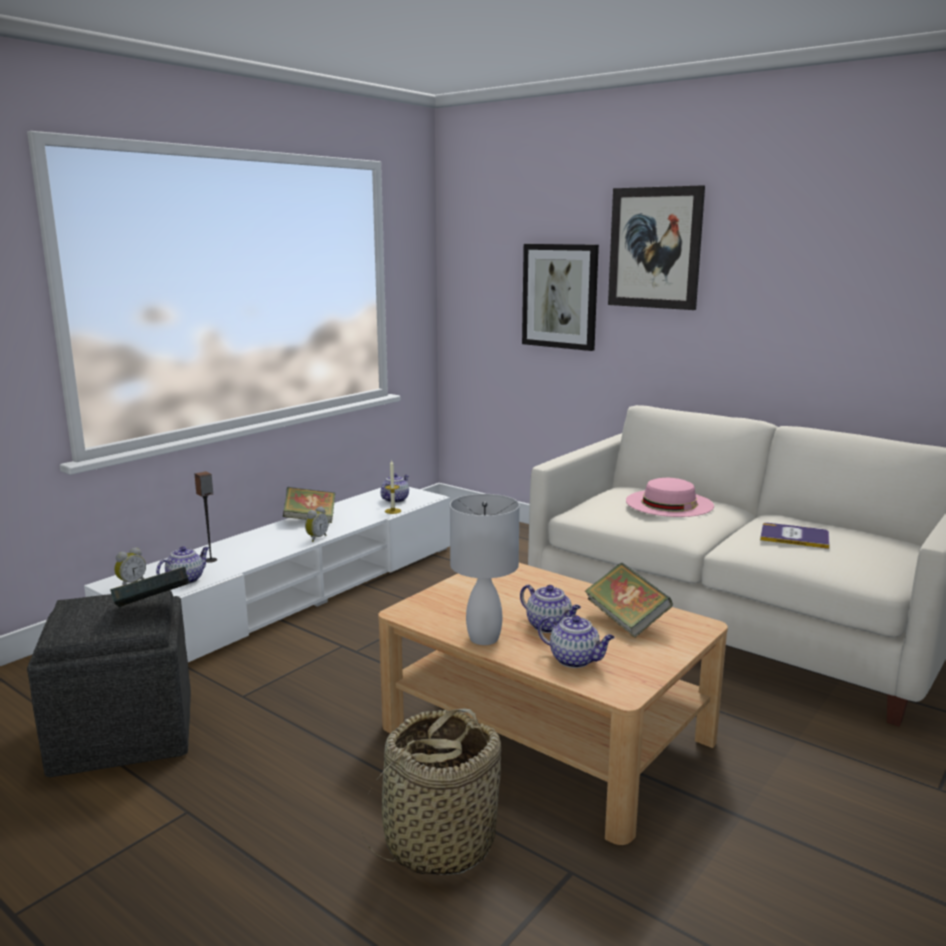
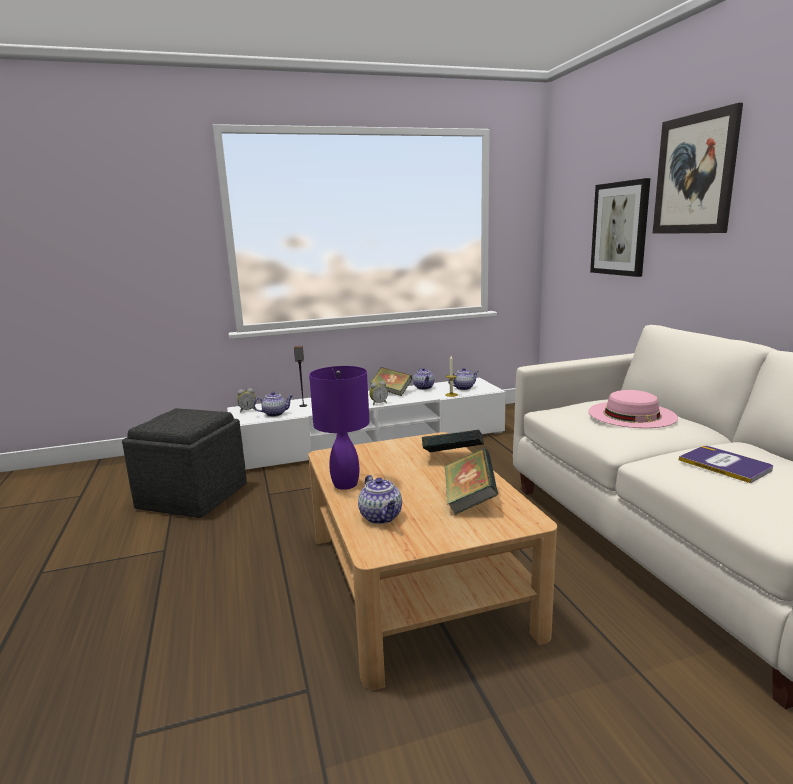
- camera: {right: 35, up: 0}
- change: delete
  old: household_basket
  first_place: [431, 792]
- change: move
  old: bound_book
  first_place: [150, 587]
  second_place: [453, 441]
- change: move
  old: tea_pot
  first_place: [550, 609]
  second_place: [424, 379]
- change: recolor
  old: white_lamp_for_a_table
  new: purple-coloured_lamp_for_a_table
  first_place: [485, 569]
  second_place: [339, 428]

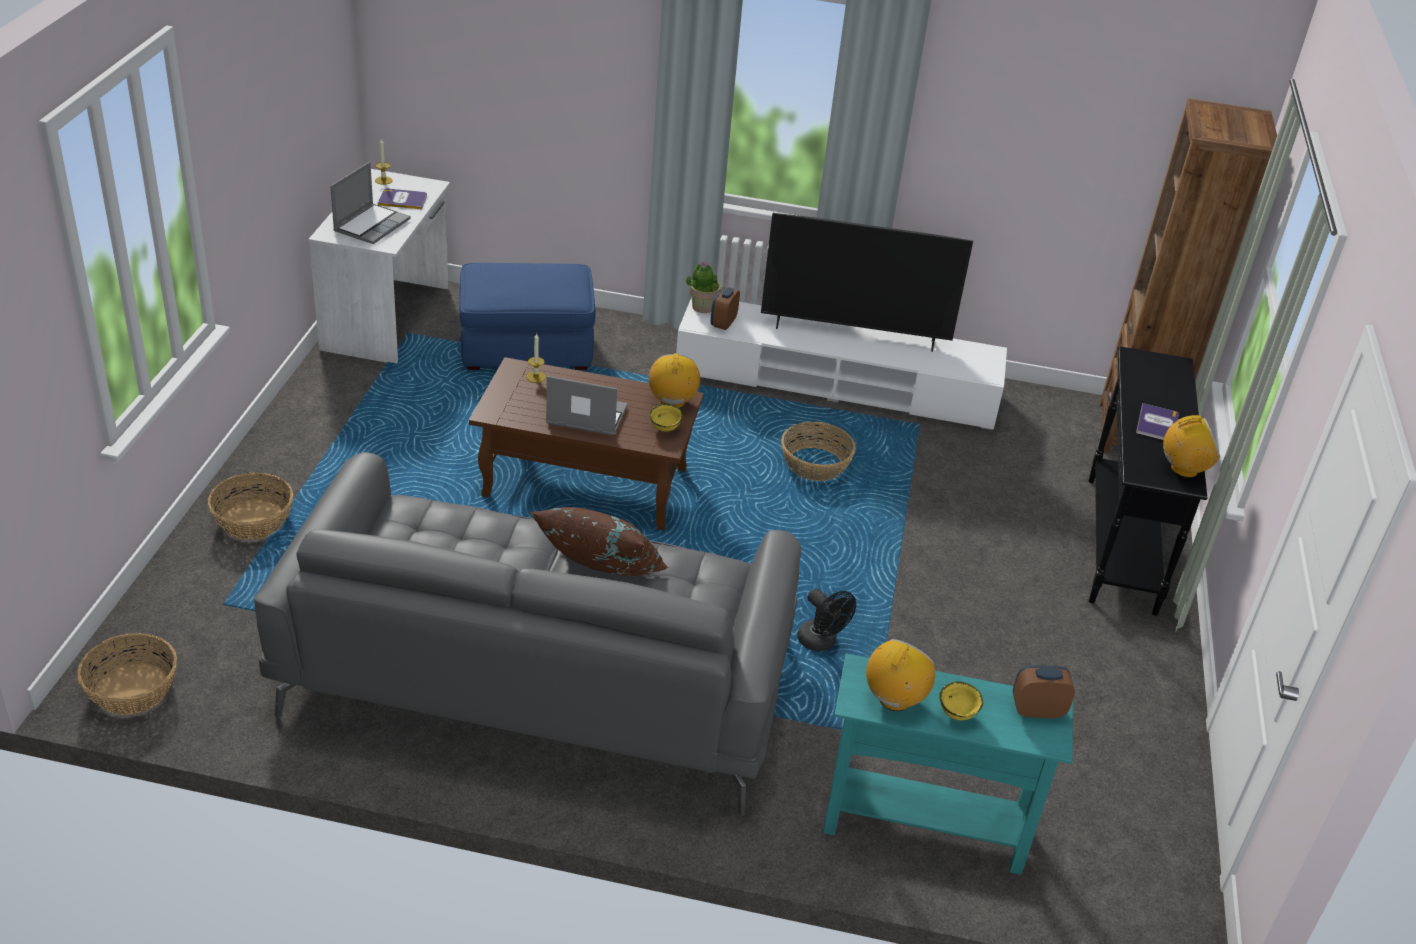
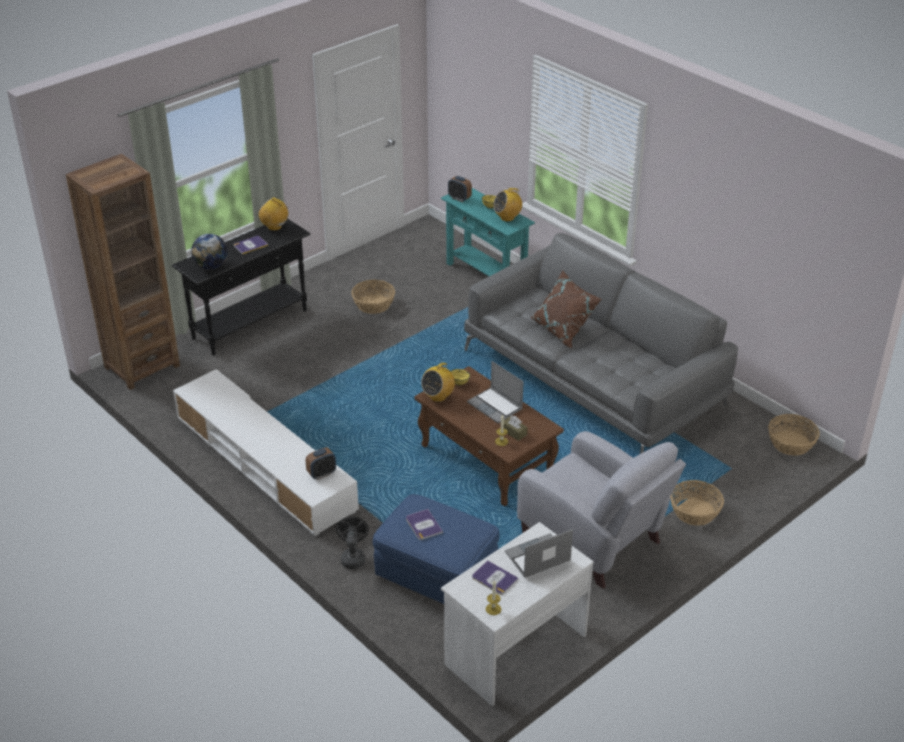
- camera: {right: -140, up: 0}
- change: delete
  old: potted_plant
  first_place: [703, 287]
- change: delete
  old: television
  first_place: [867, 282]
- change: insert
  new: globe
  second_place: [209, 251]
- change: insert
  new: bound_book
  second_place: [424, 524]
- change: insert
  new: brown-coloured_tissue_box
  second_place: [515, 428]
- change: insert
  new: gray_lounge_chair
  second_place: [601, 510]
- change: move
  old: household_basket
  first_place: [818, 451]
  second_place: [373, 297]
- change: move
  old: black_cooling_fan
  first_place: [826, 619]
  second_place: [352, 542]

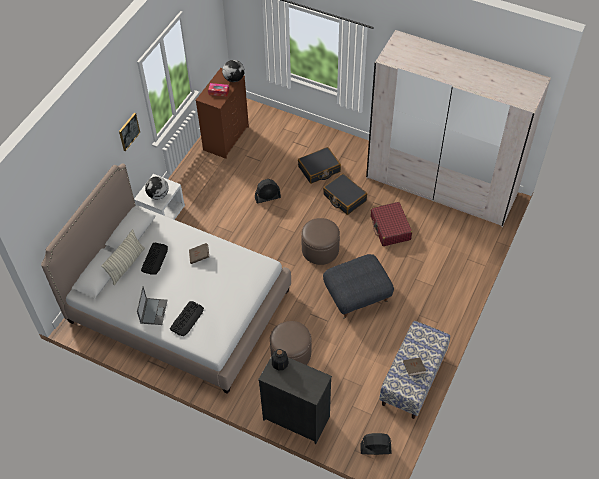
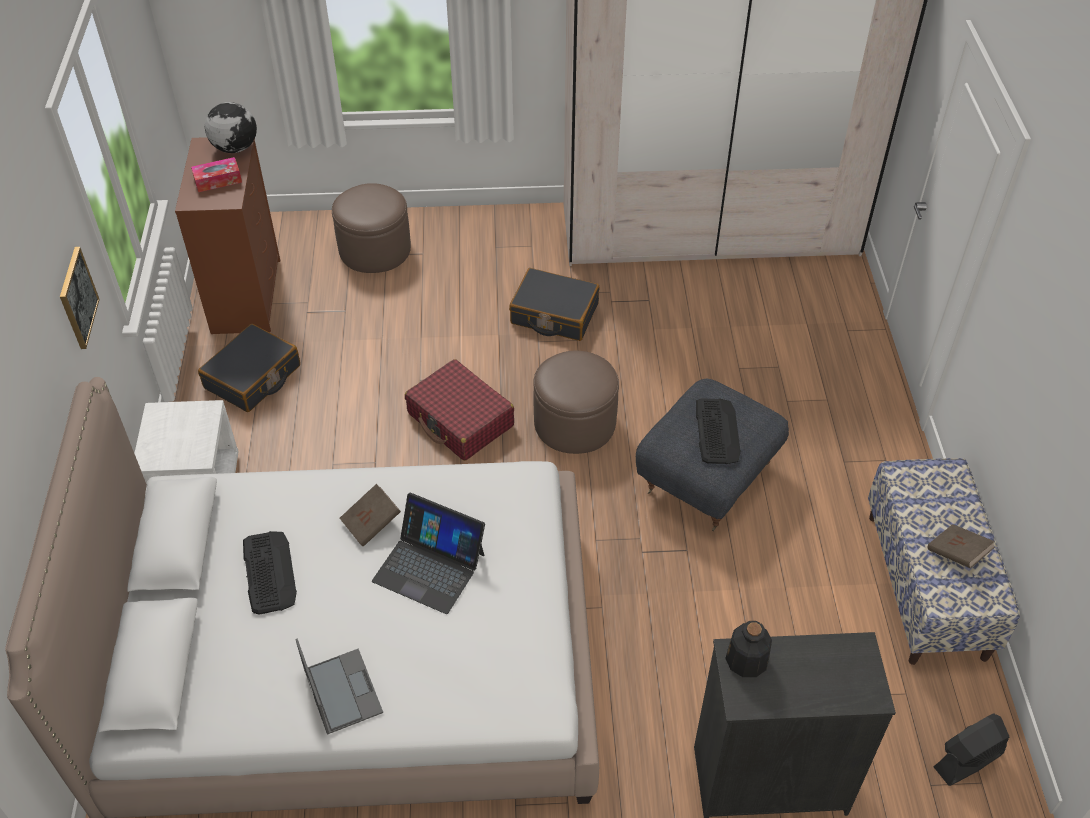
- camera: {right: -30, up: -5}
- change: delete
  old: pillow
  first_place: [123, 257]
- change: delete
  old: globe
  first_place: [157, 188]
- change: delete
  old: black_cooling_fan
  first_place: [268, 191]
- change: insert
  new: laptop
  second_place: [428, 553]
- change: move
  old: PC_keyboard
  first_place: [187, 318]
  second_place: [718, 431]
- change: move
  old: brown-coloured_footrest
  first_place: [291, 343]
  second_place: [371, 228]
- change: move
  old: black_suitcase
  first_place: [319, 165]
  second_place: [249, 368]
- change: move
  old: red-coloured_suitcase
  first_place: [391, 224]
  second_place: [459, 410]

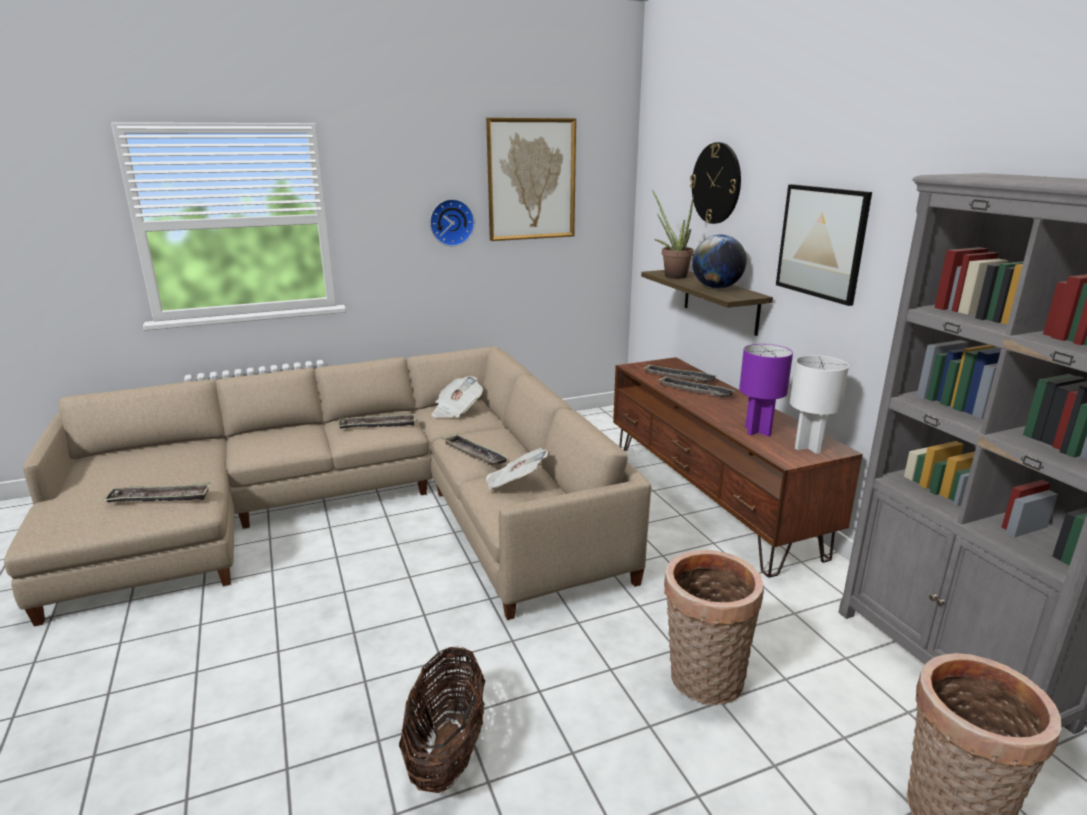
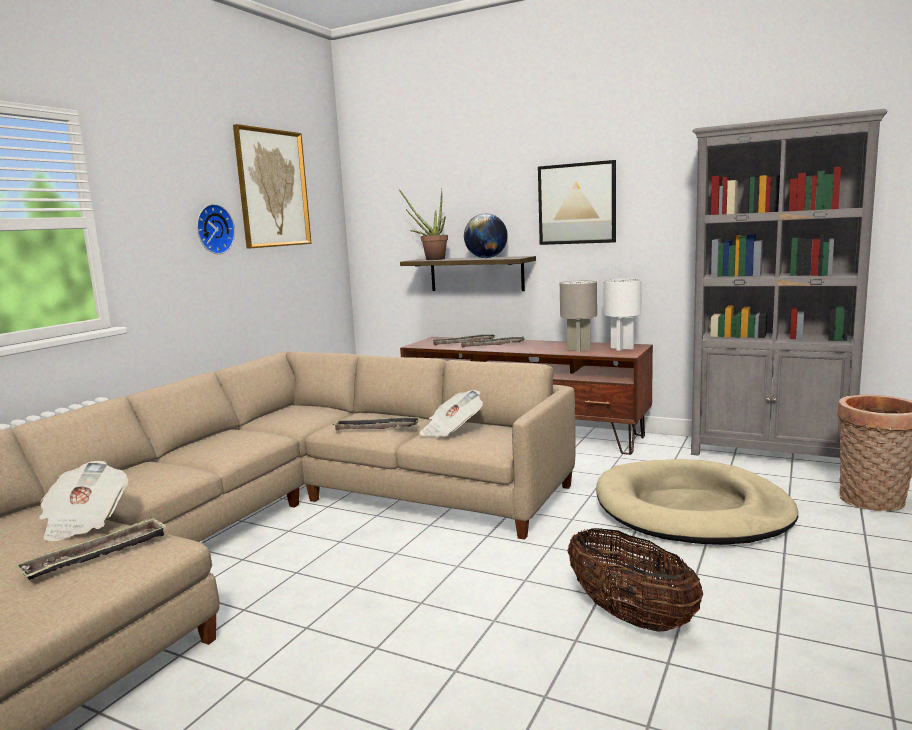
- camera: {right: -40, up: -10}
- change: delete
  old: carrying_tray
  first_place: [377, 421]
- change: delete
  old: wall_clock
  first_place: [715, 183]
- change: move
  old: newspaper
  first_place: [457, 397]
  second_place: [83, 501]
- change: replace
  old: household_basket
  new: sand-coloured_pet_bed
  first_place: [714, 627]
  second_place: [697, 502]
- change: recolor
  old: purple-coloured_lamp_for_a_table
  new: gray_lamp_for_a_table
  first_place: [766, 390]
  second_place: [578, 316]

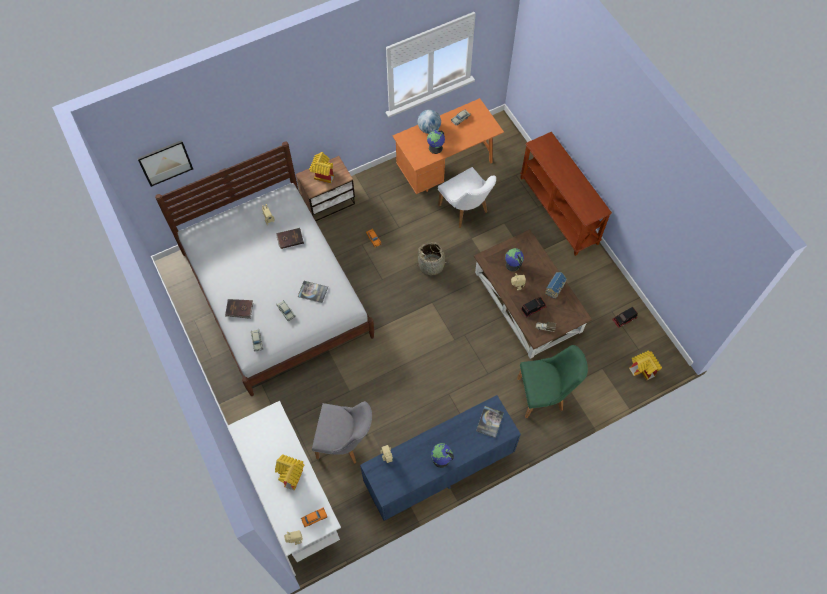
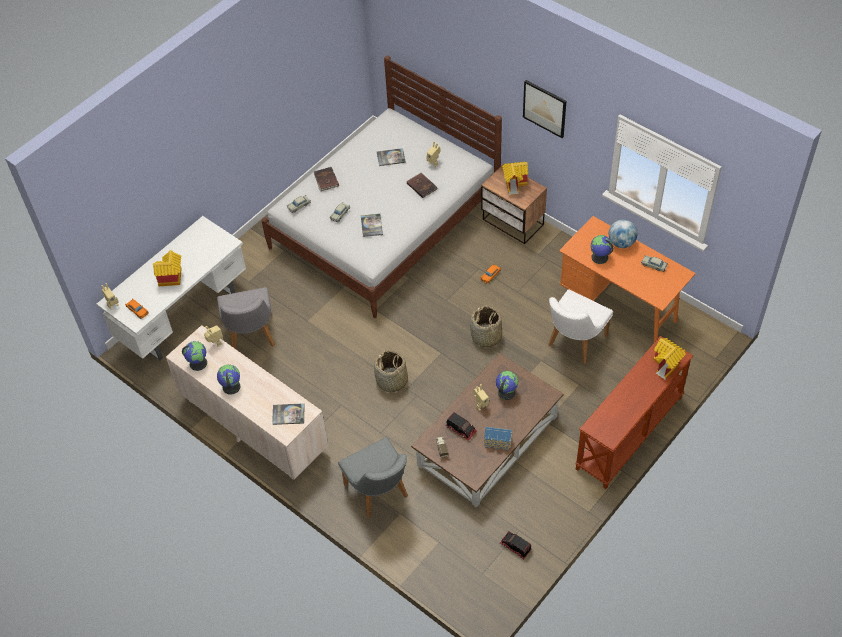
- camera: {right: 70, up: -10}
- change: insert
  new: globe
  second_place: [194, 356]
- change: insert
  new: household_basket
  second_place: [391, 371]
- change: insert
  new: bound_book
  second_place: [391, 157]
- change: move
  old: wall_picture
  first_place: [165, 163]
  second_place: [544, 109]
- change: move
  old: miniature_house
  first_place: [645, 365]
  second_place: [669, 359]
- change: recolor
  old: blue-coloured_dresser
  new: sand-coloured_dresser
  first_place: [440, 458]
  second_place: [247, 402]
- change: recolor
  old: greenish_chair
  new: gray_chair
  first_place: [552, 381]
  second_place: [373, 477]

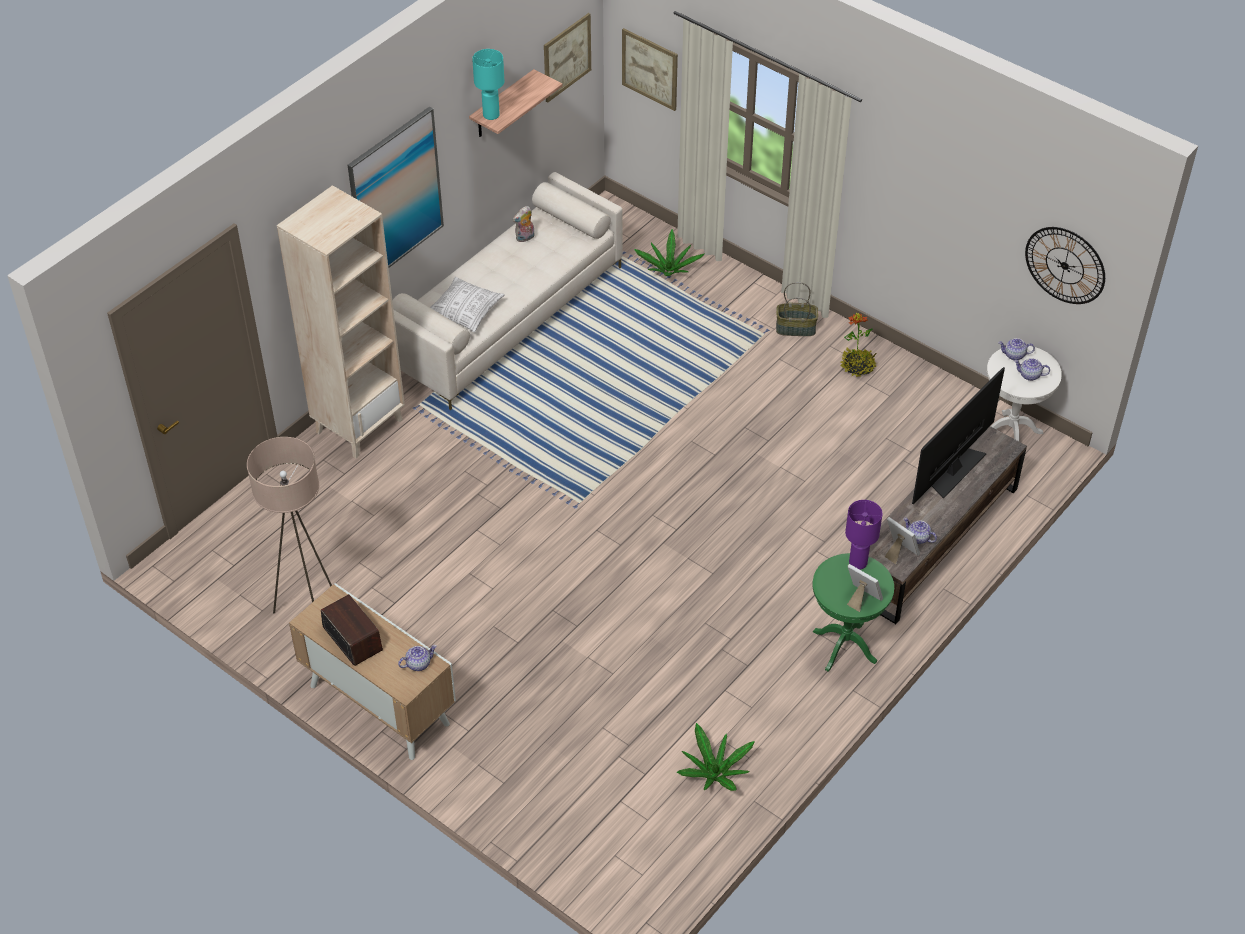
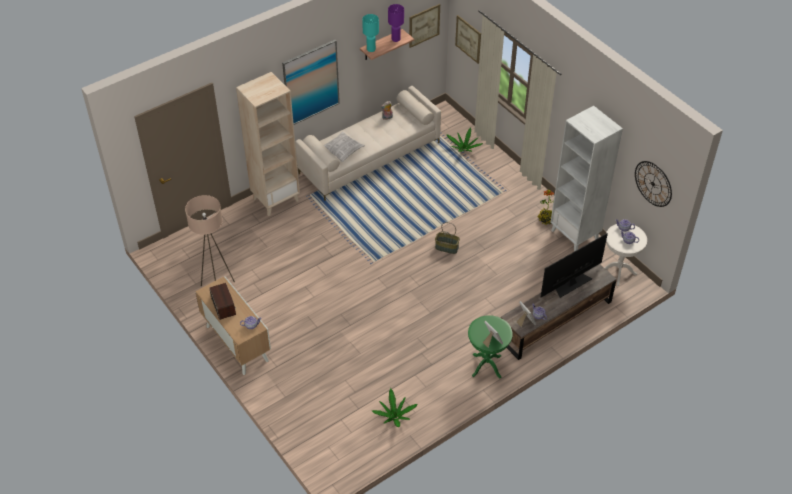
- camera: {right: 15, up: 0}
- change: insert
  new: white_shelving_unit
  second_place: [586, 178]
- change: move
  old: household_basket
  first_place: [797, 309]
  second_place: [447, 238]
- change: move
  old: purple-coloured_lamp_for_a_table
  first_place: [863, 534]
  second_place: [396, 23]

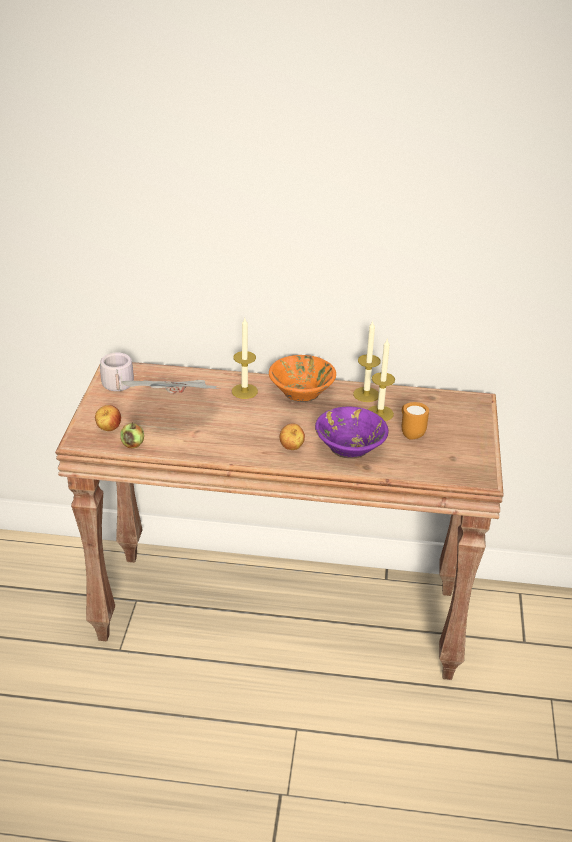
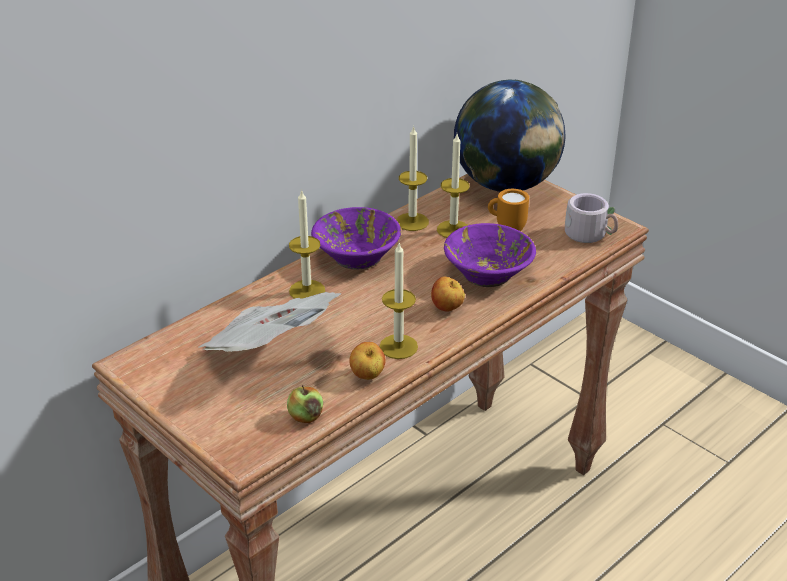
- camera: {right: -50, up: 0}
- change: insert
  new: wax_candle
  second_place: [398, 301]
- change: insert
  new: globe
  second_place: [510, 136]
- change: move
  old: whole_apple
  first_place: [108, 418]
  second_place: [367, 361]
- change: move
  old: gray_coffee_mug
  first_place: [118, 372]
  second_place: [591, 218]
- change: recolor
  old: orange_serving_bowl
  new: purple-coloured_serving_bowl
  first_place: [302, 378]
  second_place: [356, 238]

